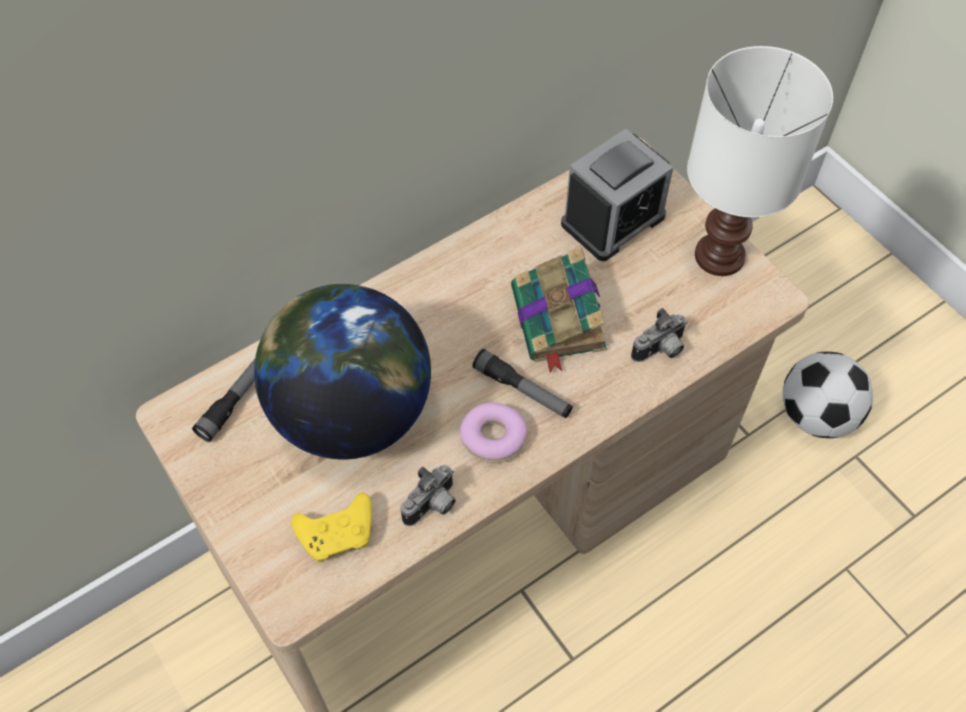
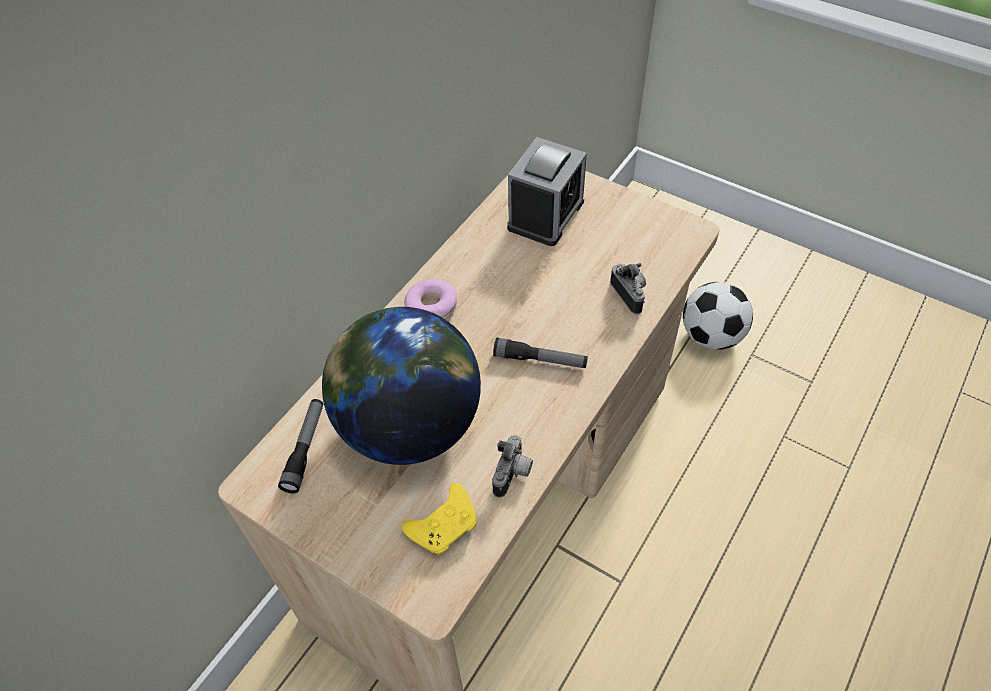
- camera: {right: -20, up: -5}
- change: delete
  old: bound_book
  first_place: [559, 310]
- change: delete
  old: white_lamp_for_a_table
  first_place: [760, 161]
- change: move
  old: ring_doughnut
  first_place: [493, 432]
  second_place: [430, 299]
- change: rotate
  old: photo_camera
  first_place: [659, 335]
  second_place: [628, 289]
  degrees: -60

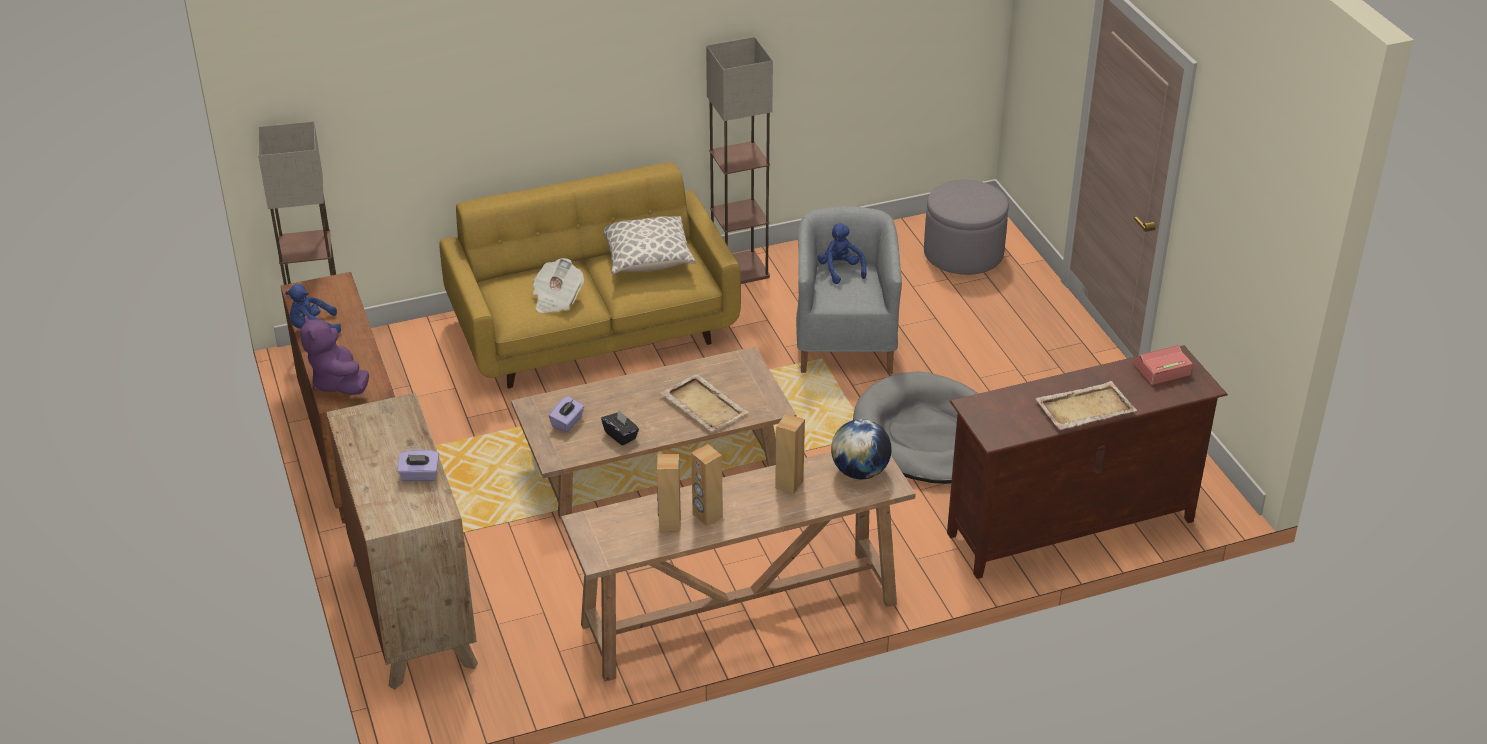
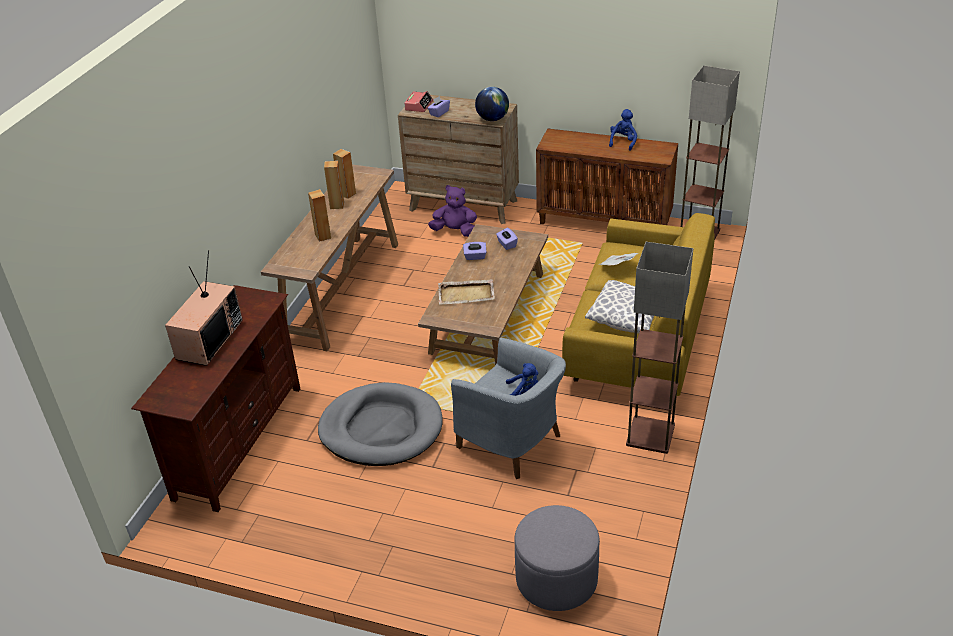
- camera: {right: 130, up: 0}
- change: move
  old: purple-coloured_cuddly_toy
  first_place: [334, 355]
  second_place: [452, 211]
- change: move
  old: globe
  first_place: [861, 449]
  second_place: [492, 104]
- change: move
  old: bedside_clock
  first_place: [1163, 365]
  second_place: [418, 101]
- change: replace
  old: sand-coloured_carrying_tray
  new: television
  first_place: [1086, 405]
  second_place: [204, 308]
- change: recolor
  old: black_tissue_box
  new: purple-coloured_tissue_box
  first_place: [620, 428]
  second_place: [474, 251]

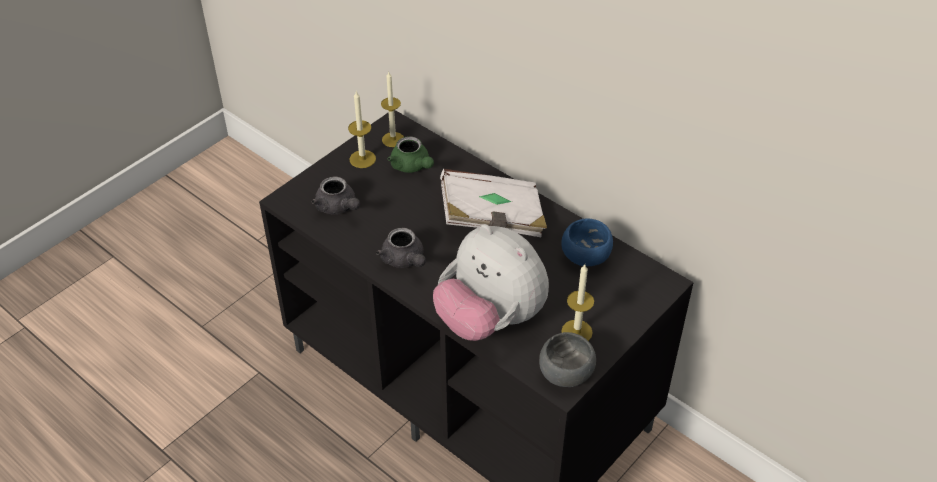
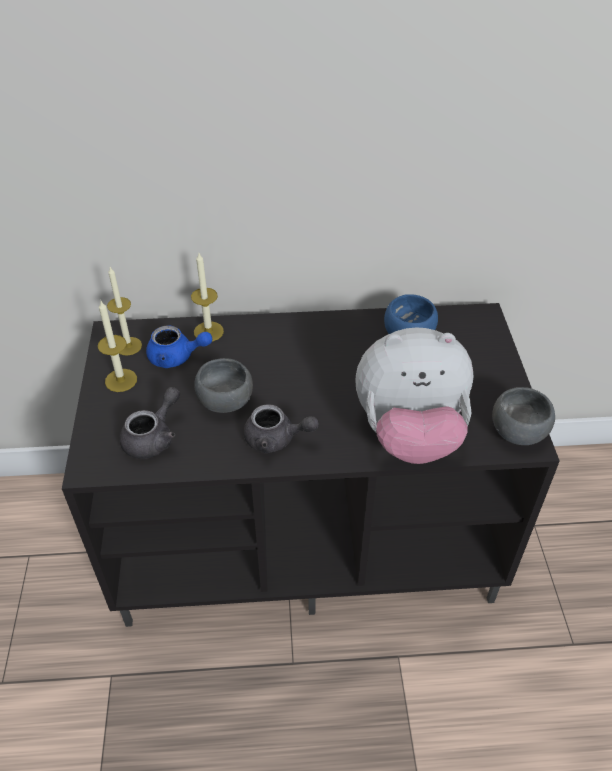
- camera: {right: -45, up: 0}
- change: delete
  old: white_bound_book
  first_place: [493, 203]
- change: insert
  new: gray_serving_bowl
  second_place: [223, 385]
- change: move
  old: wax_candle
  first_place: [577, 302]
  second_place: [207, 297]
- change: recolor
  old: greenish_tea_pot
  new: blue-coloured_tea_pot
  first_place: [410, 154]
  second_place: [179, 347]
- change: rotate
  old: gray_tea_pot
  first_place: [335, 195]
  second_place: [149, 423]
  degrees: -60

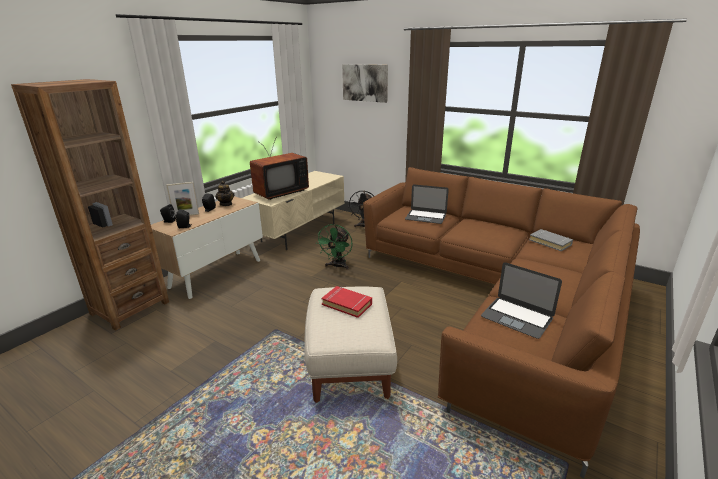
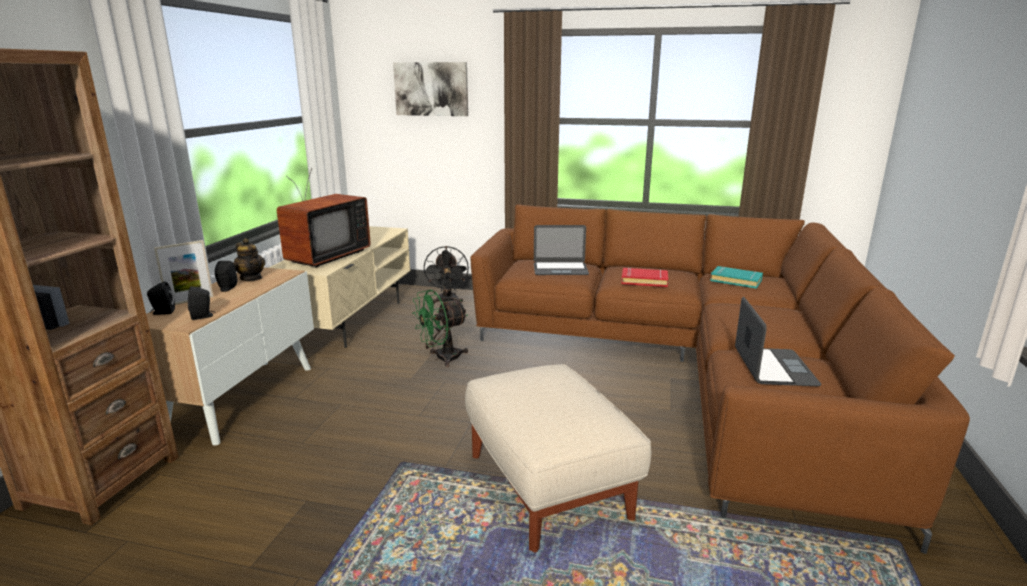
- camera: {right: -20, up: -5}
- change: move
  old: red-coloured_bound_book
  first_place: [346, 302]
  second_place: [644, 277]
- change: recolor
  old: gray_bound_book
  new: turquoise_bound_book
  first_place: [551, 240]
  second_place: [736, 277]
- change: rotate
  old: greenish_cooling_fan
  first_place: [334, 247]
  second_place: [440, 328]
  degrees: 60
- change: rotate
  old: laptop
  first_place: [521, 300]
  second_place: [778, 341]
  degrees: -105

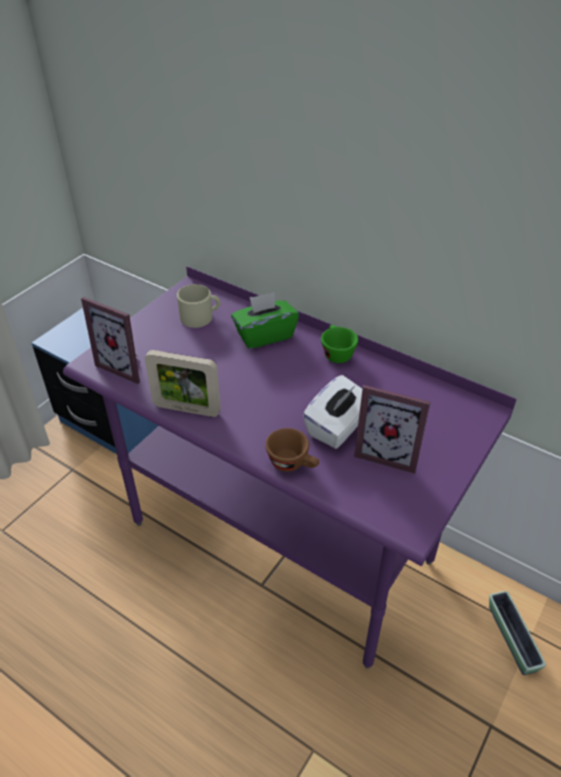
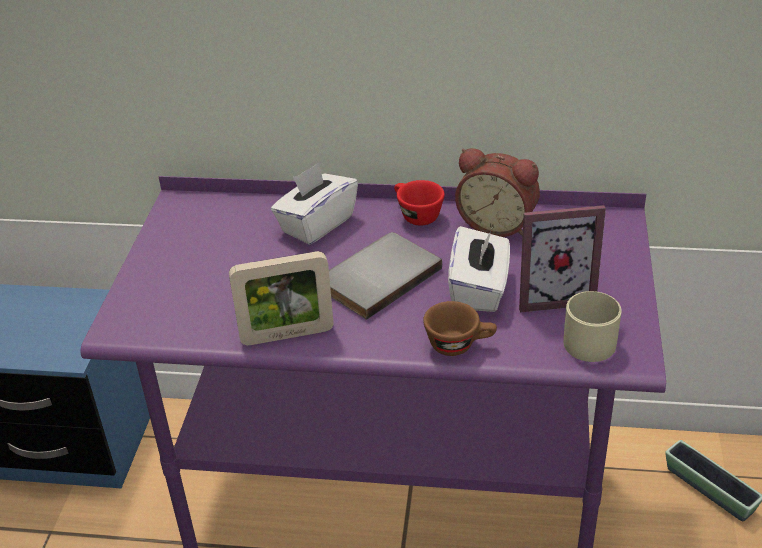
- camera: {right: -25, up: -5}
- change: delete
  old: photo_frame
  first_place: [110, 340]
- change: insert
  new: gray_bound_book
  second_place: [385, 276]
- change: insert
  new: bedside_clock
  second_place: [497, 192]
- change: move
  old: sand-coloured_coffee_mug
  first_place: [199, 306]
  second_place: [593, 326]
- change: recolor
  old: greenish_tissue_box
  new: white_tissue_box
  first_place: [265, 320]
  second_place: [314, 204]
- change: recolor
  old: greenish_cup
  new: red-coloured_cup
  first_place: [339, 344]
  second_place: [419, 203]

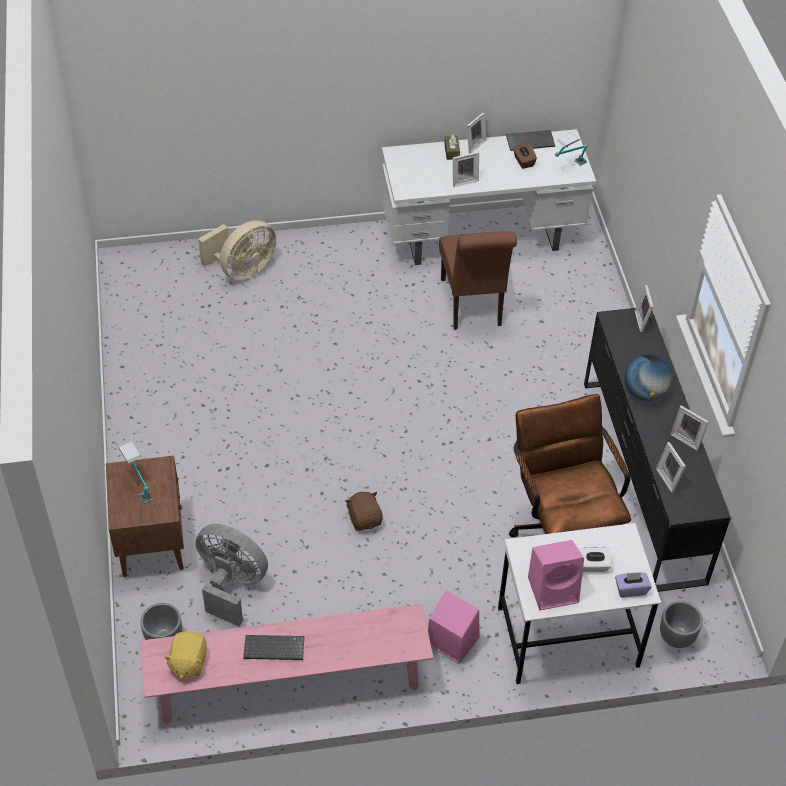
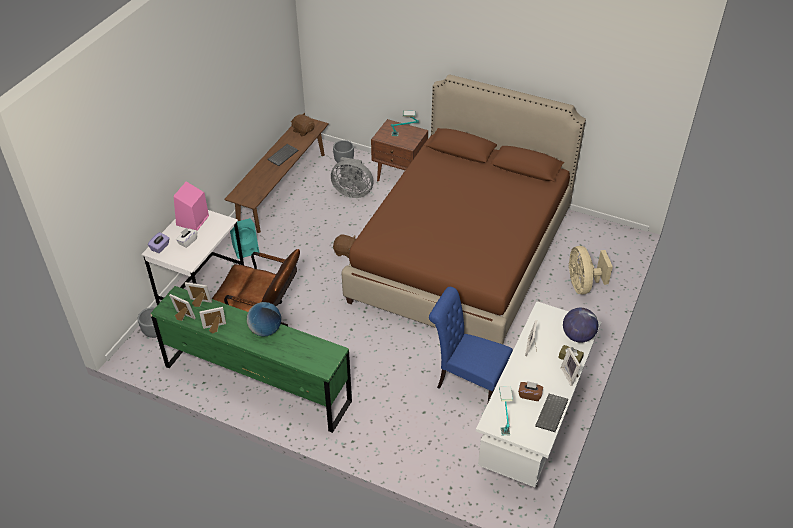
- camera: {right: 125, up: -5}
- change: insert
  new: brown-coloured_bedroom_bed
  second_place: [464, 209]
- change: insert
  new: globe
  second_place: [580, 325]
- change: move
  old: photo_frame
  first_place: [643, 308]
  second_place: [182, 307]
- change: recolor
  old: pink_indoor_bench
  new: brown-coloured_indoor_bench
  first_place: [287, 664]
  second_place: [276, 175]
- change: recolor
  old: yellowish_cuddly_toy
  new: brown-coloured_cuddly_toy
  first_place: [185, 655]
  second_place: [303, 124]
- change: recolor
  old: pink_speaker
  new: turquoise_speaker
  first_place: [454, 627]
  second_place: [244, 238]
- change: recolor
  old: brown-coloured_chair
  new: blue-coloured_chair
  first_place: [478, 280]
  second_place: [471, 344]
- change: recolor
  old: black_dresser
  new: greenish_dresser
  first_place: [657, 450]
  second_place: [251, 359]
- change: rotate
  old: gray_cooling_fan
  first_place: [232, 575]
  second_place: [352, 177]
  degrees: 45

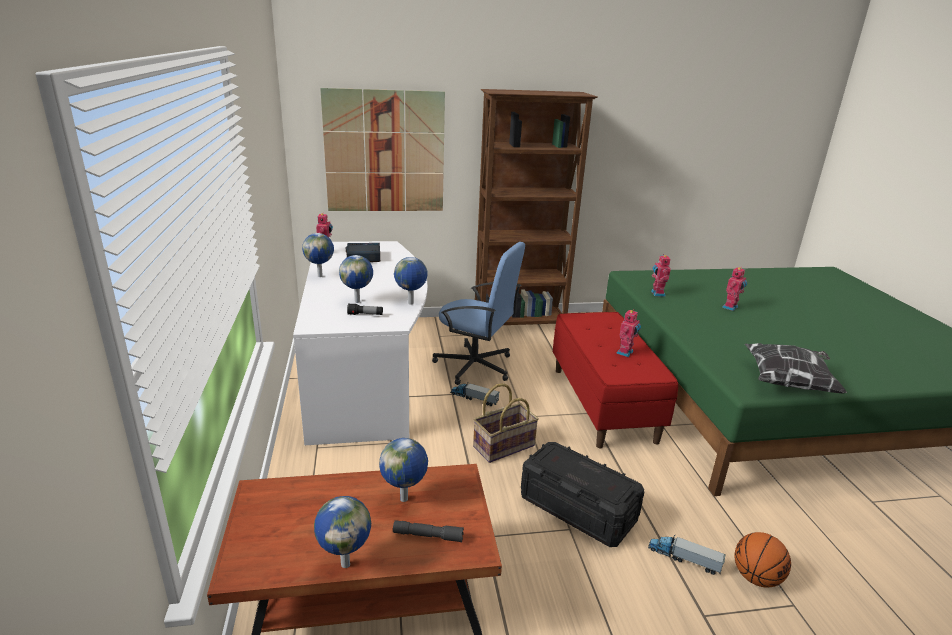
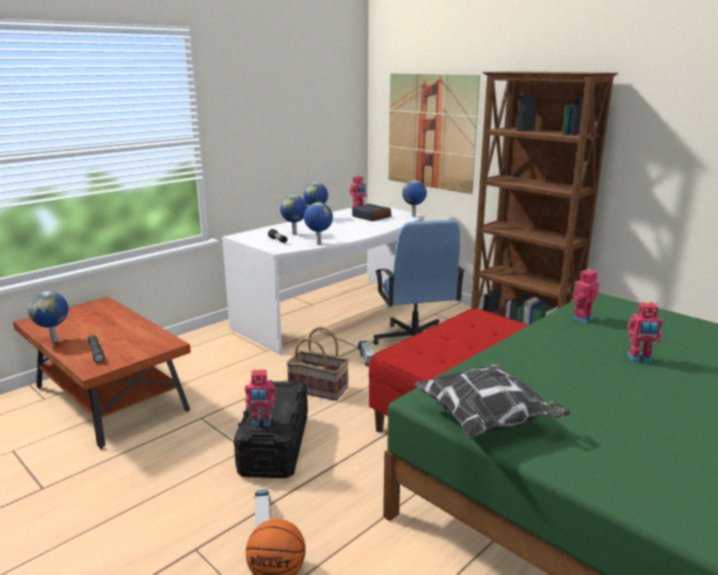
- camera: {right: 55, up: -5}
- change: move
  old: globe
  first_place: [403, 470]
  second_place: [414, 198]
- change: move
  old: robot_figure
  first_place: [628, 333]
  second_place: [260, 397]

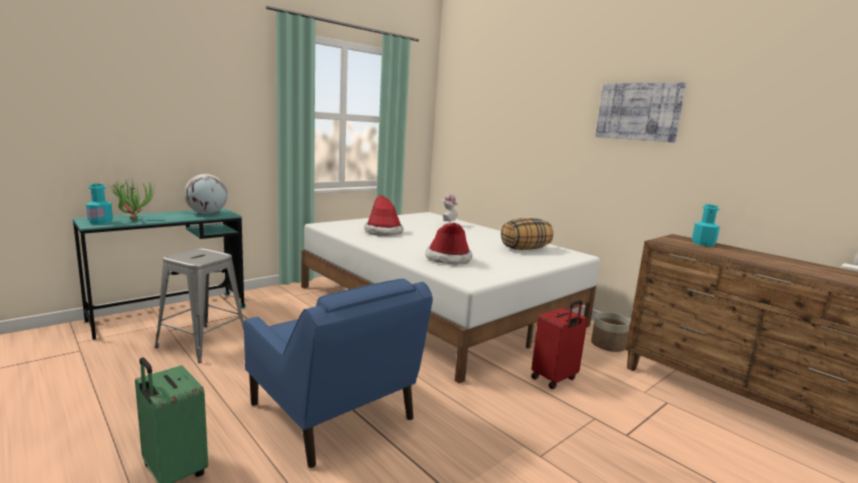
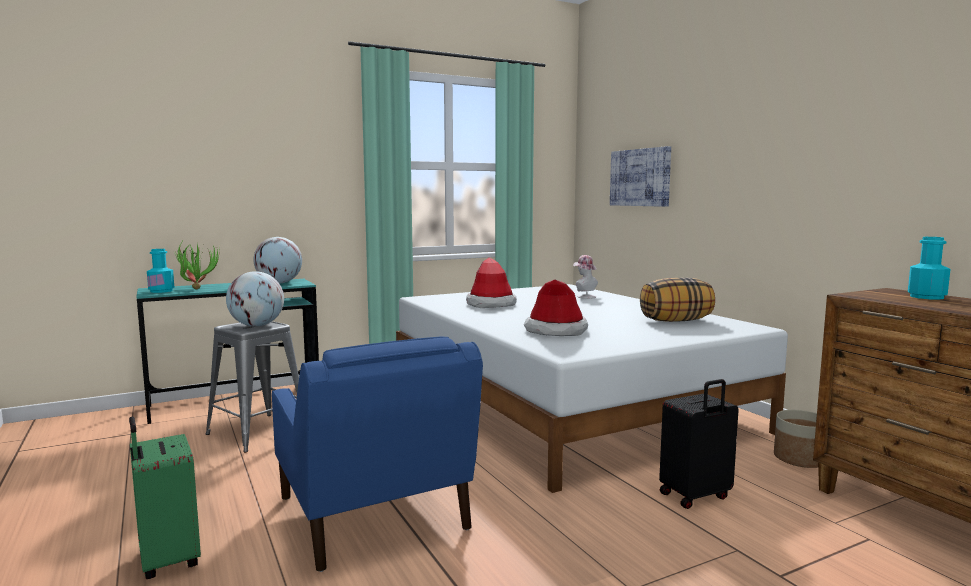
- camera: {right: 15, up: -5}
- change: insert
  new: globe
  second_place: [255, 298]
- change: move
  old: wall_picture
  first_place: [640, 112]
  second_place: [640, 176]
- change: recolor
  old: red-coloured_suitcase
  new: black_suitcase
  first_place: [559, 344]
  second_place: [699, 444]

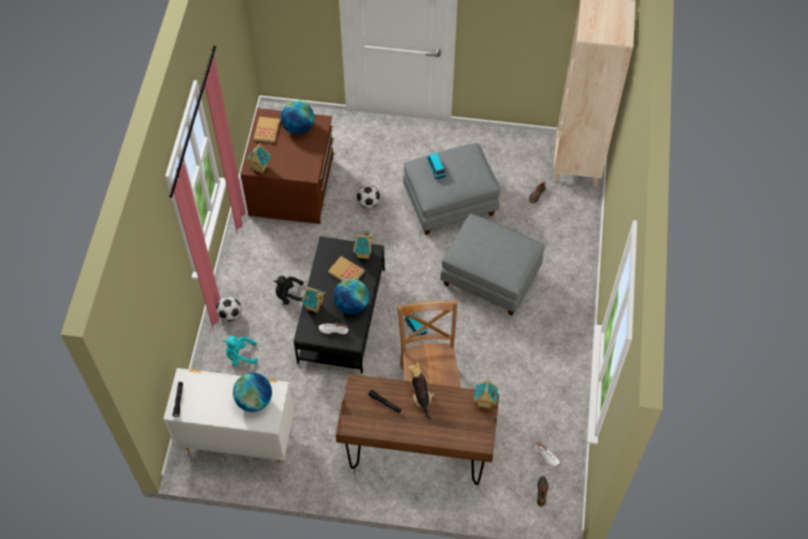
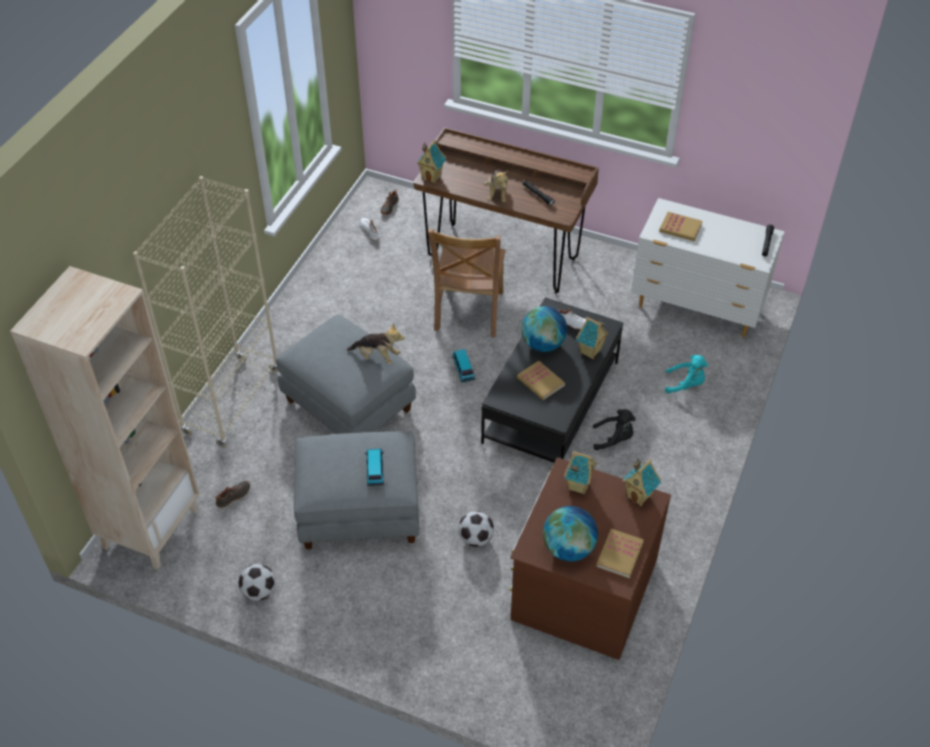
- camera: {right: -165, up: -10}
- change: insert
  new: sand-coloured_shelving_unit
  second_place: [205, 312]
- change: insert
  new: cuddly_toy
  second_place: [376, 343]
- change: move
  old: football_ball
  first_place: [228, 308]
  second_place: [257, 582]
- change: move
  old: miniature_house
  first_place: [363, 245]
  second_place: [580, 473]
- change: replace
  old: globe
  new: bound_book
  first_place: [252, 392]
  second_place: [680, 226]

